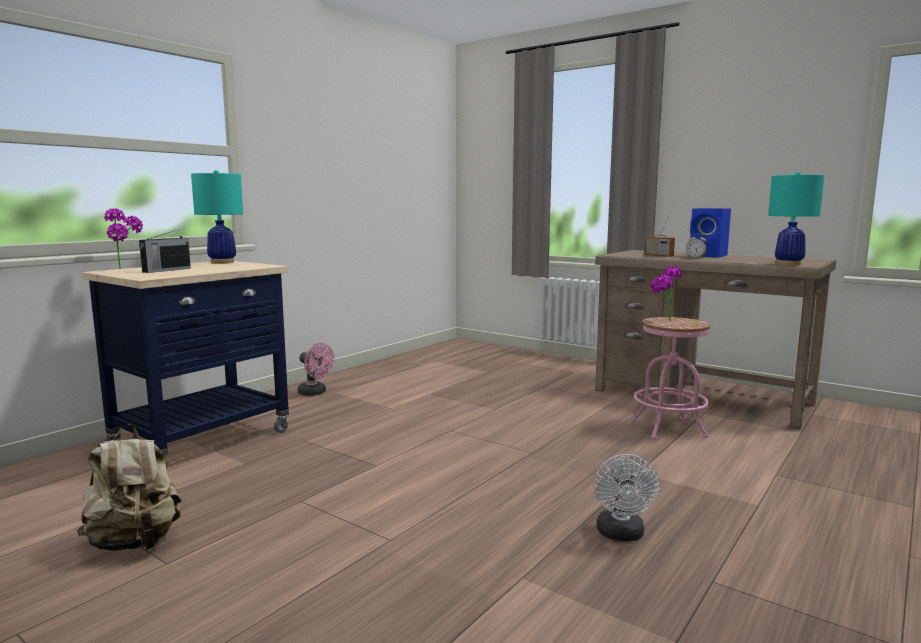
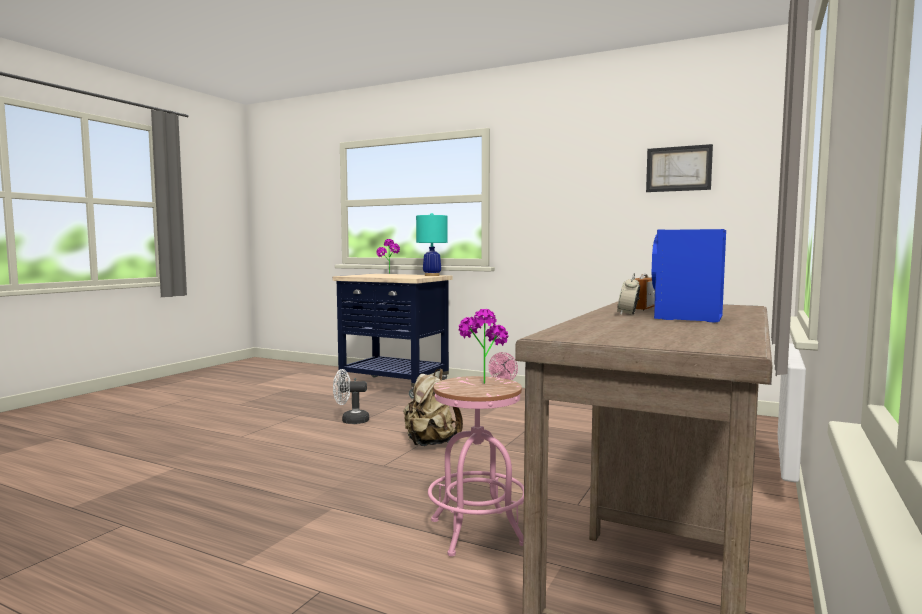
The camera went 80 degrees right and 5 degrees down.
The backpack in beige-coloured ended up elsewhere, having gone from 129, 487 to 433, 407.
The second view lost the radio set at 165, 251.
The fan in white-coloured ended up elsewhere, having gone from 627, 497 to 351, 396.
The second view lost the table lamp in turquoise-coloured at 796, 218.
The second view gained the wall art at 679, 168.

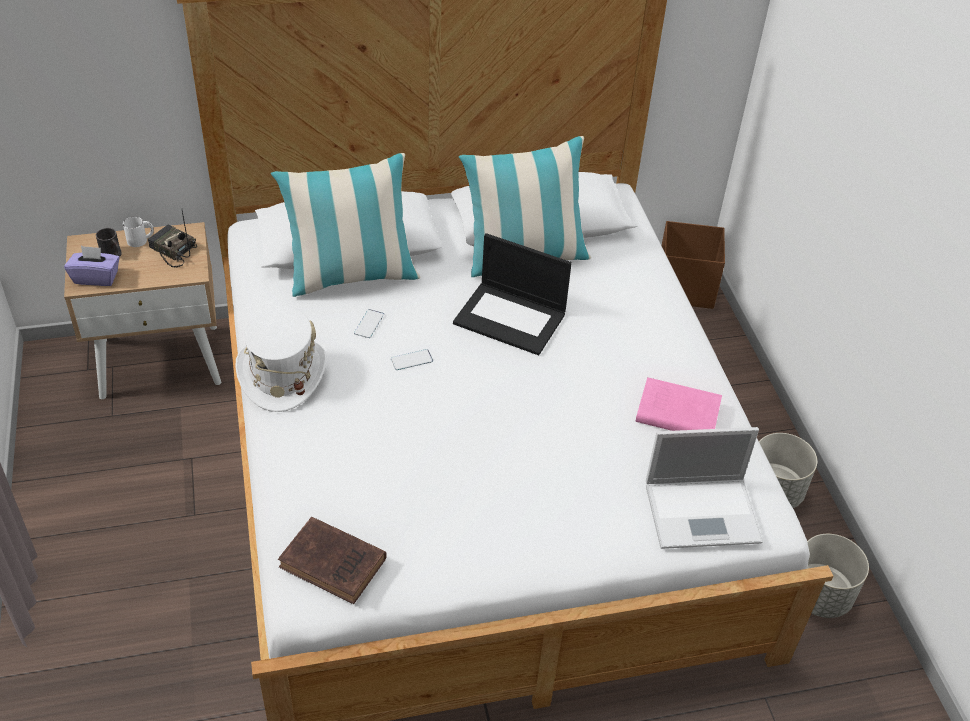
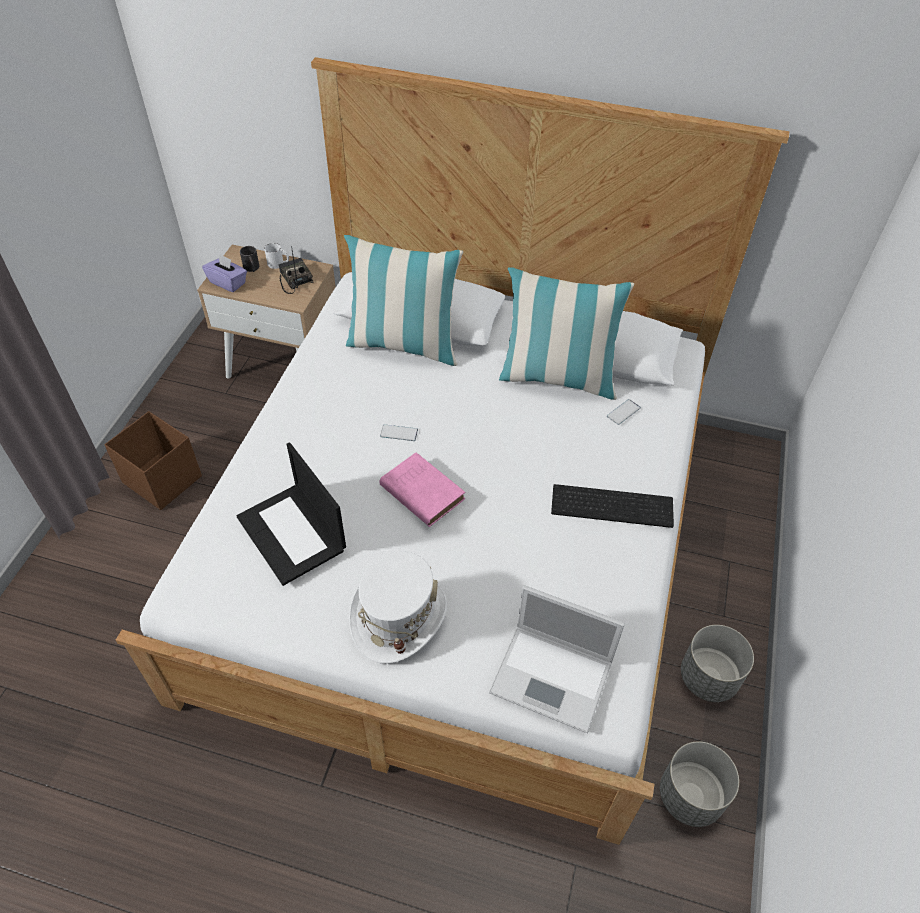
The camera went 30 degrees right and 5 degrees up.
The hat in white-coloured ended up elsewhere, having gone from 281, 359 to 398, 607.
The second view lost the volume in brown at 332, 560.
The phone ended up elsewhere, having gone from 369, 323 to 624, 412.
The laptop ended up elsewhere, having gone from 512, 294 to 291, 514.
The volume in pink ended up elsewhere, having gone from 678, 404 to 422, 489.
The storage box in brown ended up elsewhere, having gone from 693, 265 to 153, 460.
The second view gained the keyboard at 612, 506.

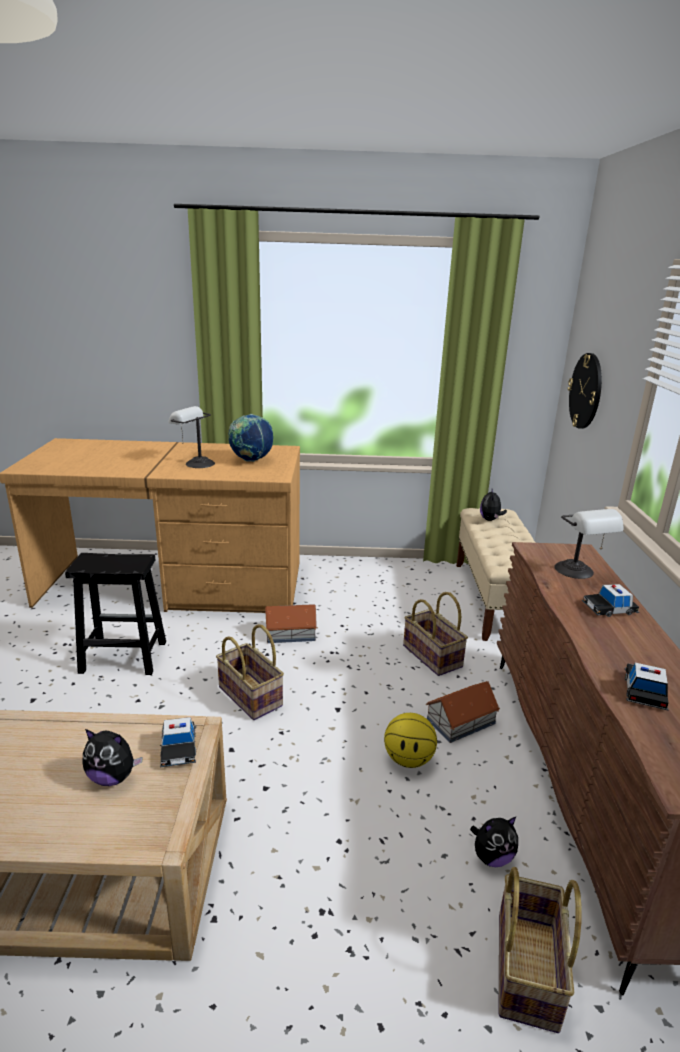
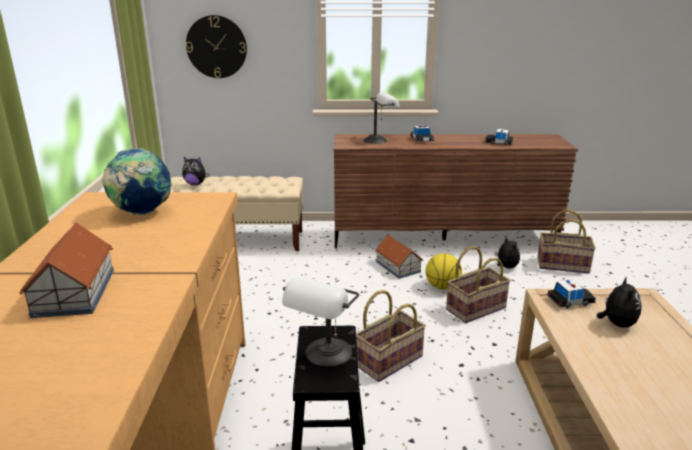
The camera went 90 degrees left and 0 degrees up.
The table lamp ended up elsewhere, having gone from 191, 437 to 320, 322.
The toy house ended up elsewhere, having gone from 291, 623 to 67, 270.
The basket ended up elsewhere, having gone from 435, 634 to 478, 284.

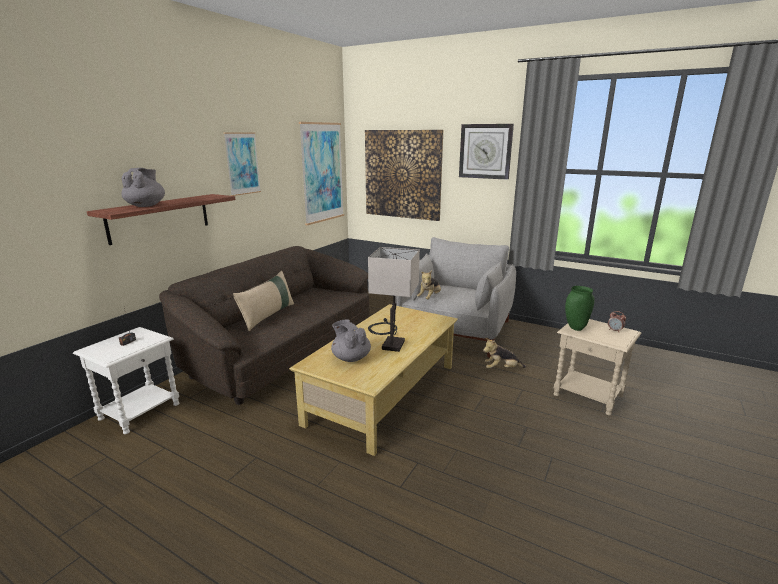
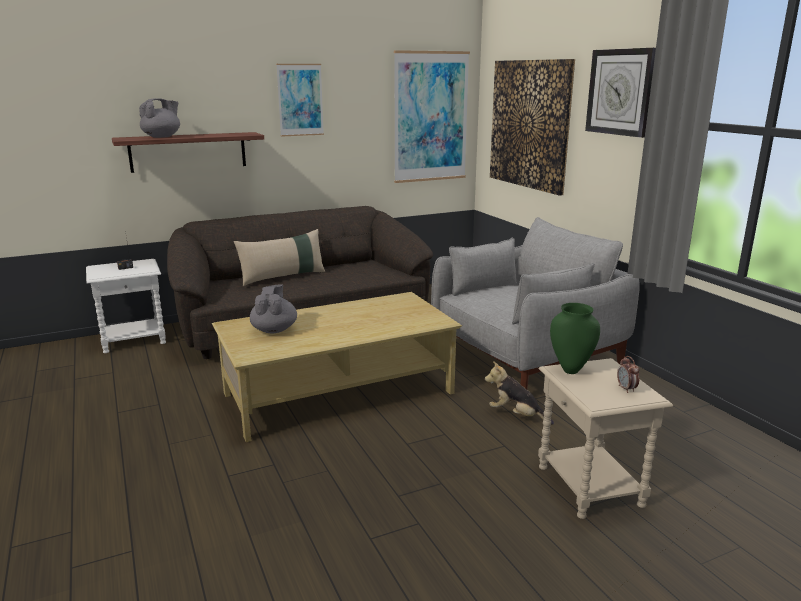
The camera went 35 degrees right and 0 degrees up.
The second view lost the table lamp at 394, 299.
The second view lost the plush toy at 429, 285.

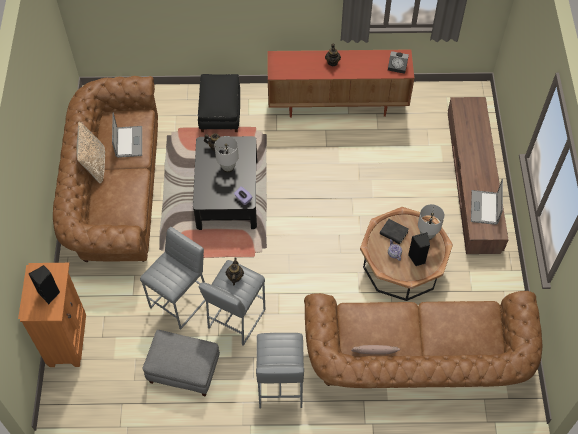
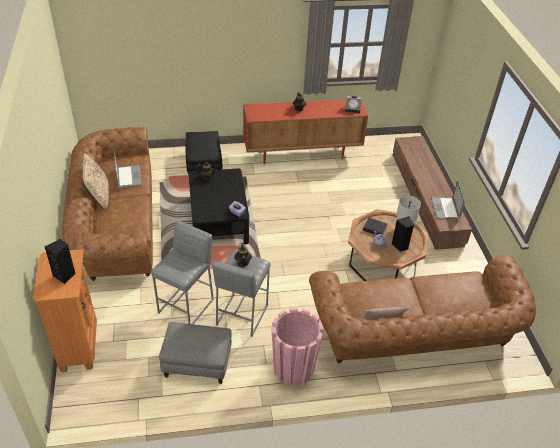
The camera went 10 degrees left and 15 degrees down.
The second view lost the table lamp in white-coloured at 226, 154.
Where the sitting stool in grey stood at 280, 371, the flower pot in pink came to stand at 297, 347.

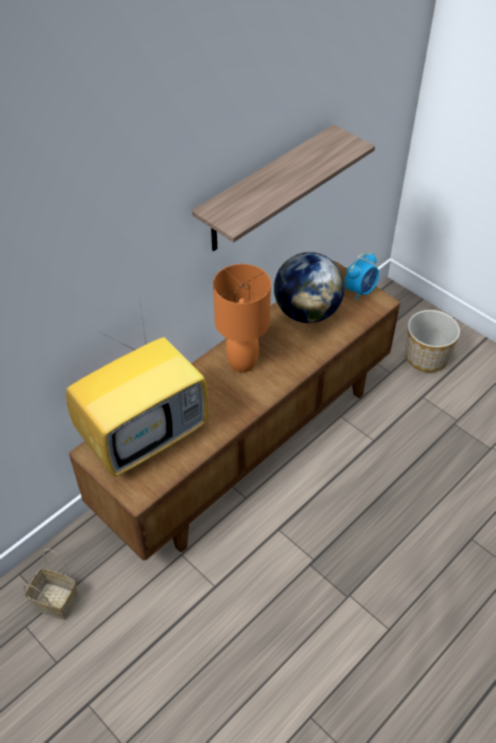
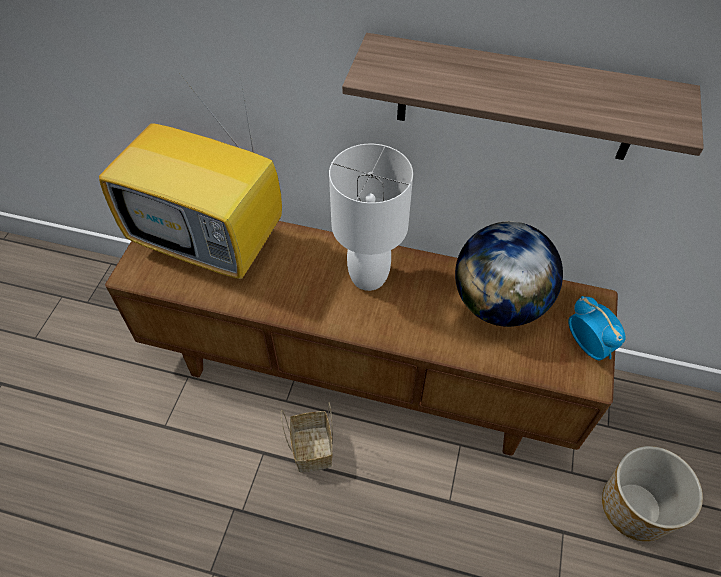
The camera went 60 degrees right and 5 degrees up.
The basket ended up elsewhere, having gone from 51, 584 to 307, 437.
What was the table lamp in orangey at 242, 318 turned into the table lamp in white-coloured at 371, 217.
The alarm clock at 362, 277 ended up facing another way, 135 degrees counterclockwise from before.

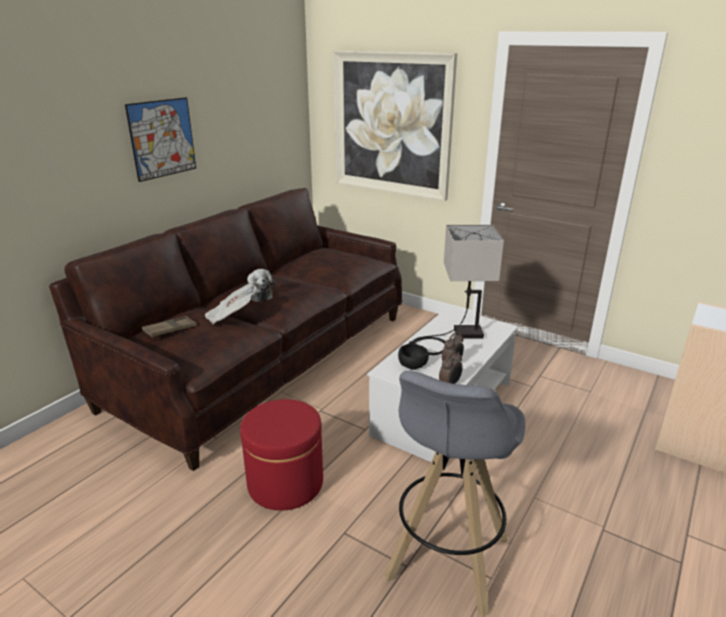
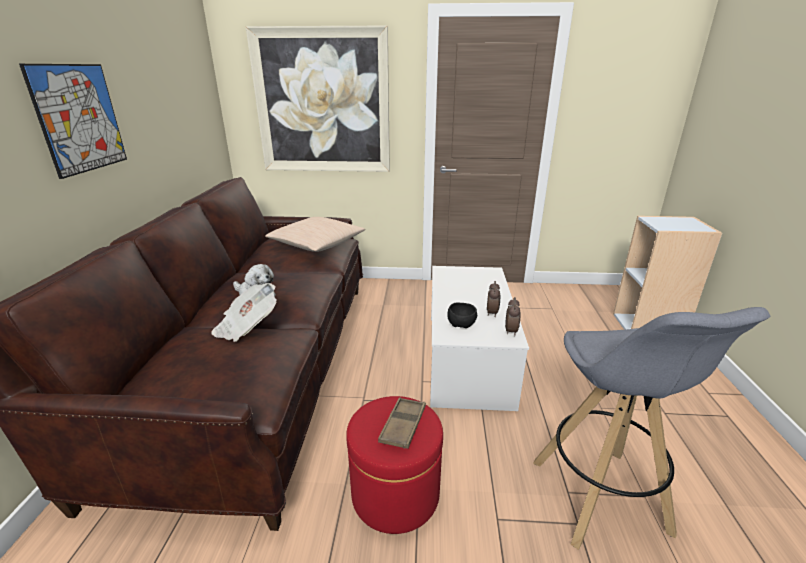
The camera went 30 degrees left and 0 degrees up.
The tray in brown ended up elsewhere, having gone from 169, 327 to 402, 423.
The second view lost the table lamp at 456, 290.
The second view gained the throw pillow in beige-coloured at 315, 234.

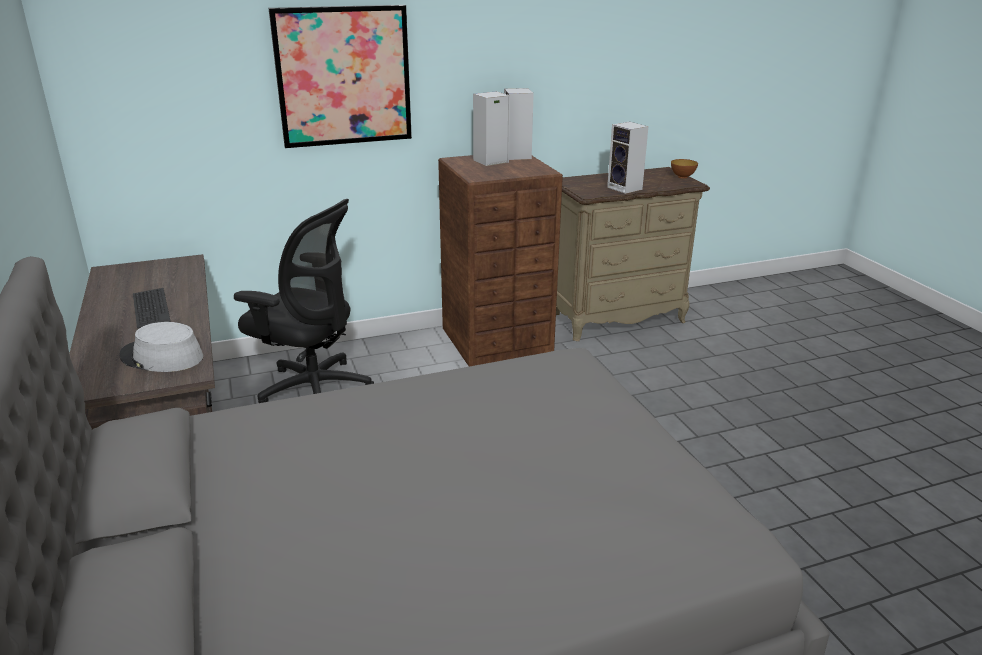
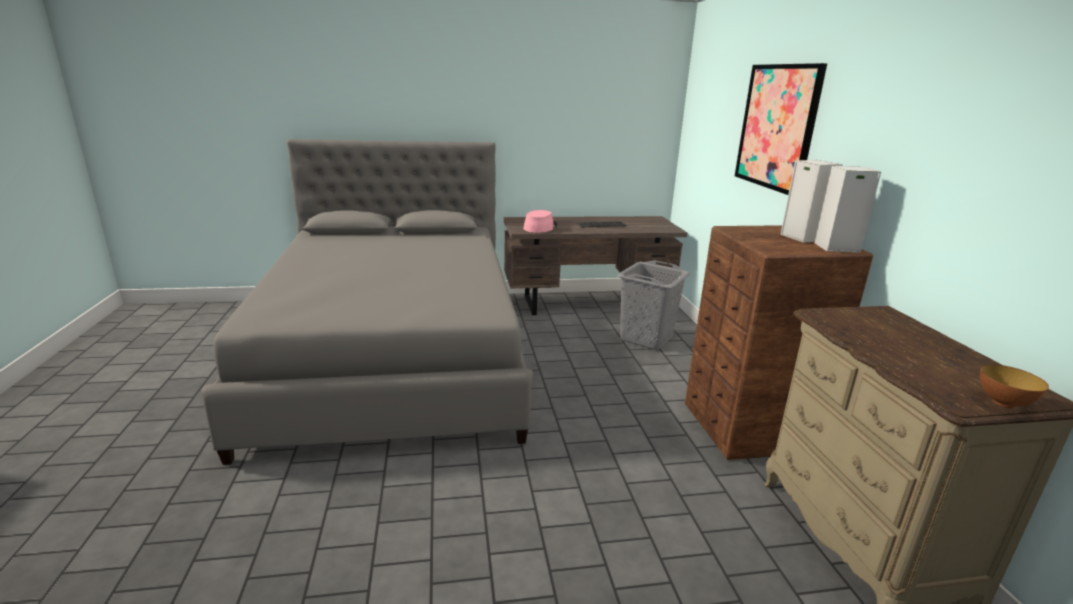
The camera went 100 degrees right and 5 degrees down.
What was the hat in grey at 161, 347 turned into the hat in pink at 540, 221.
Where the desk chair in blackish stood at 304, 301, the washing basket in grey came to stand at 653, 305.
The second view lost the speaker at 628, 158.

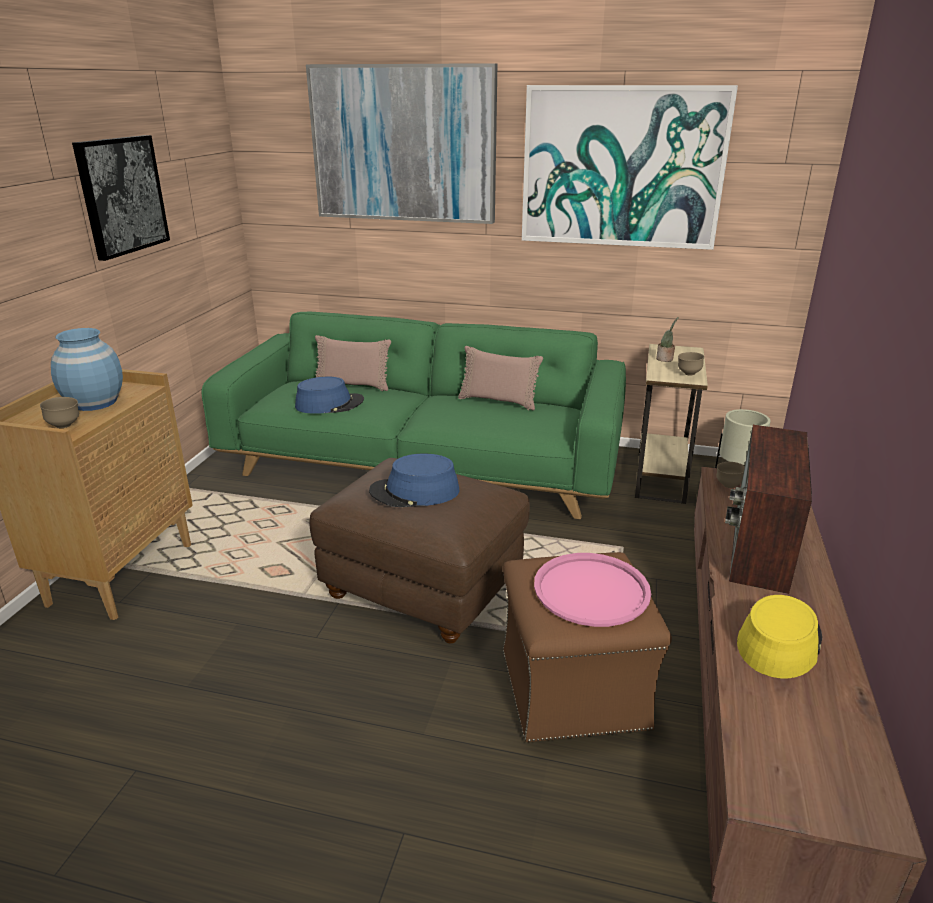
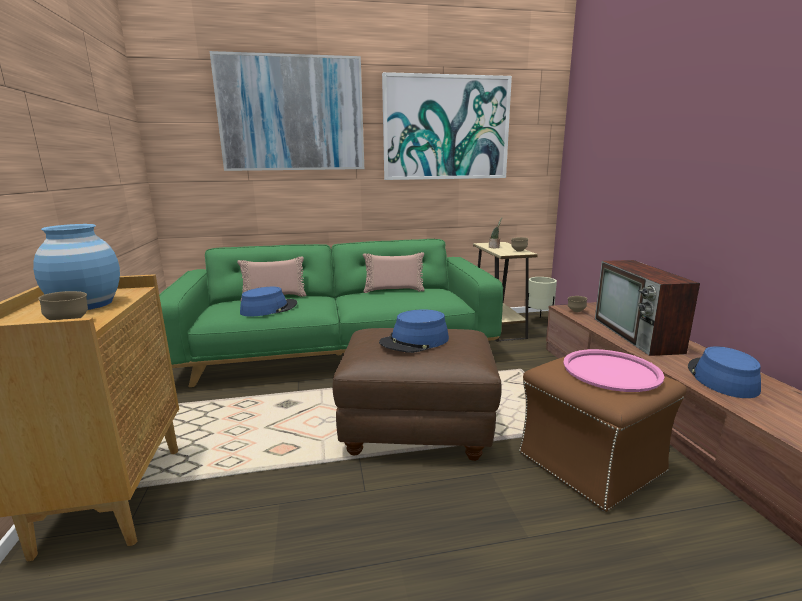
The camera went 25 degrees left and 10 degrees down.
The second view lost the wall art at 121, 198.
What was the hat in yellow at 779, 636 turned into the hat in blue at 724, 372.

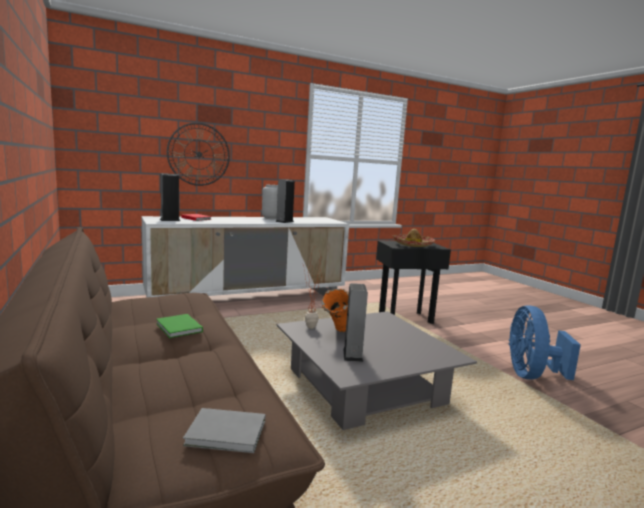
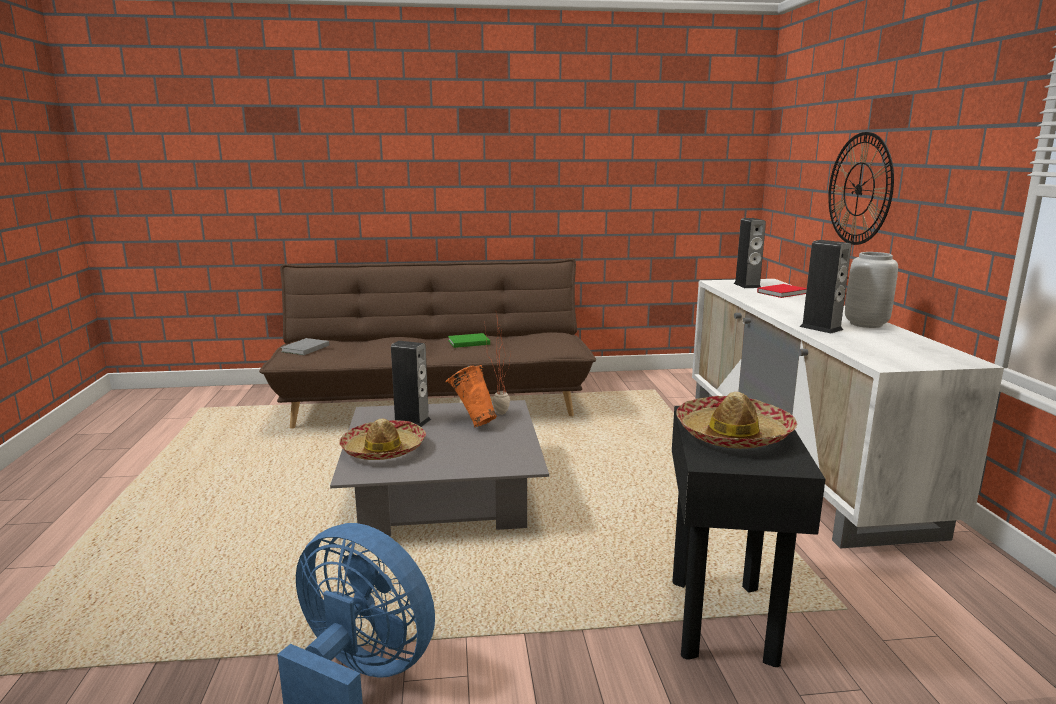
The camera went 110 degrees right and 5 degrees up.
The second view gained the hat at 382, 439.

